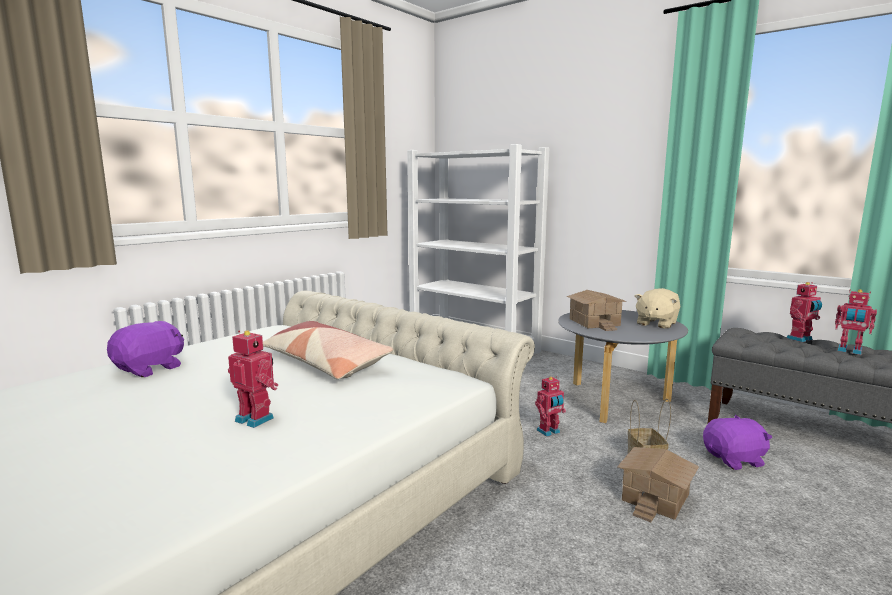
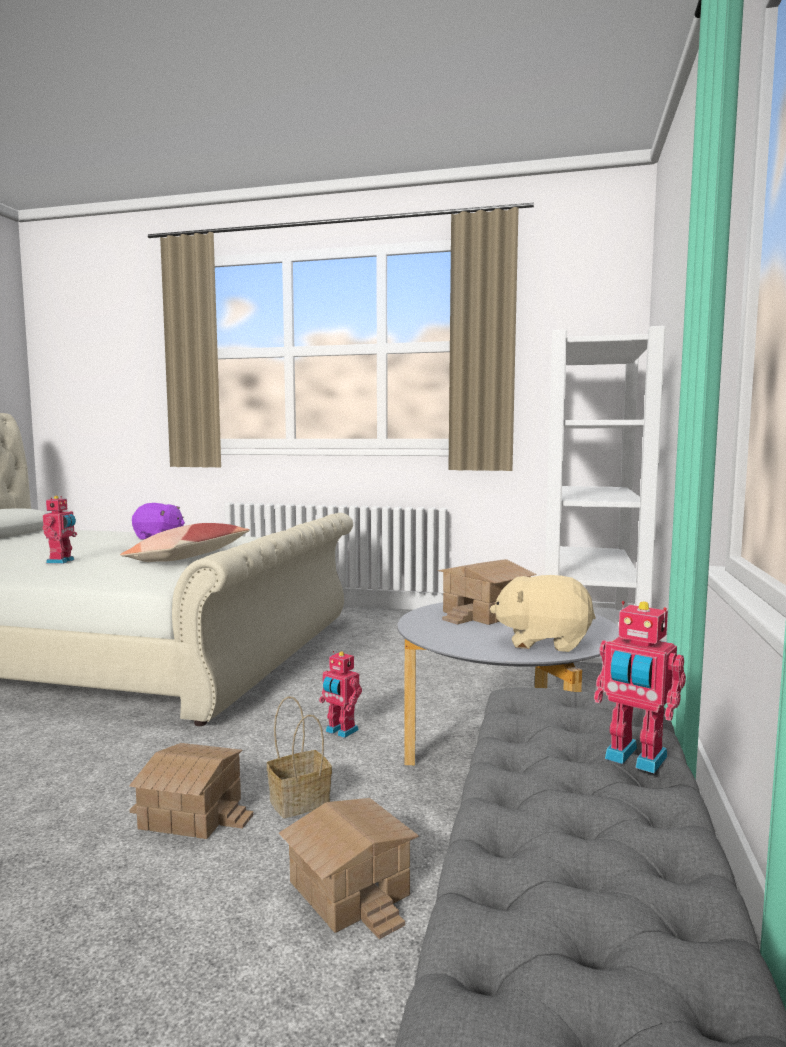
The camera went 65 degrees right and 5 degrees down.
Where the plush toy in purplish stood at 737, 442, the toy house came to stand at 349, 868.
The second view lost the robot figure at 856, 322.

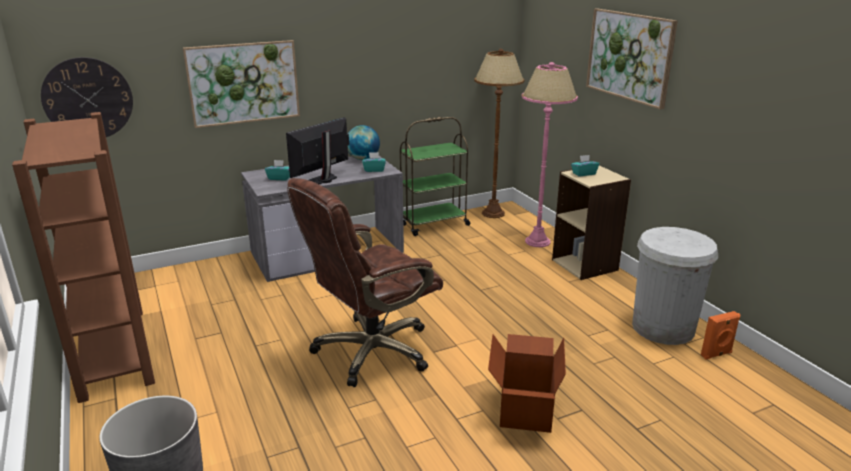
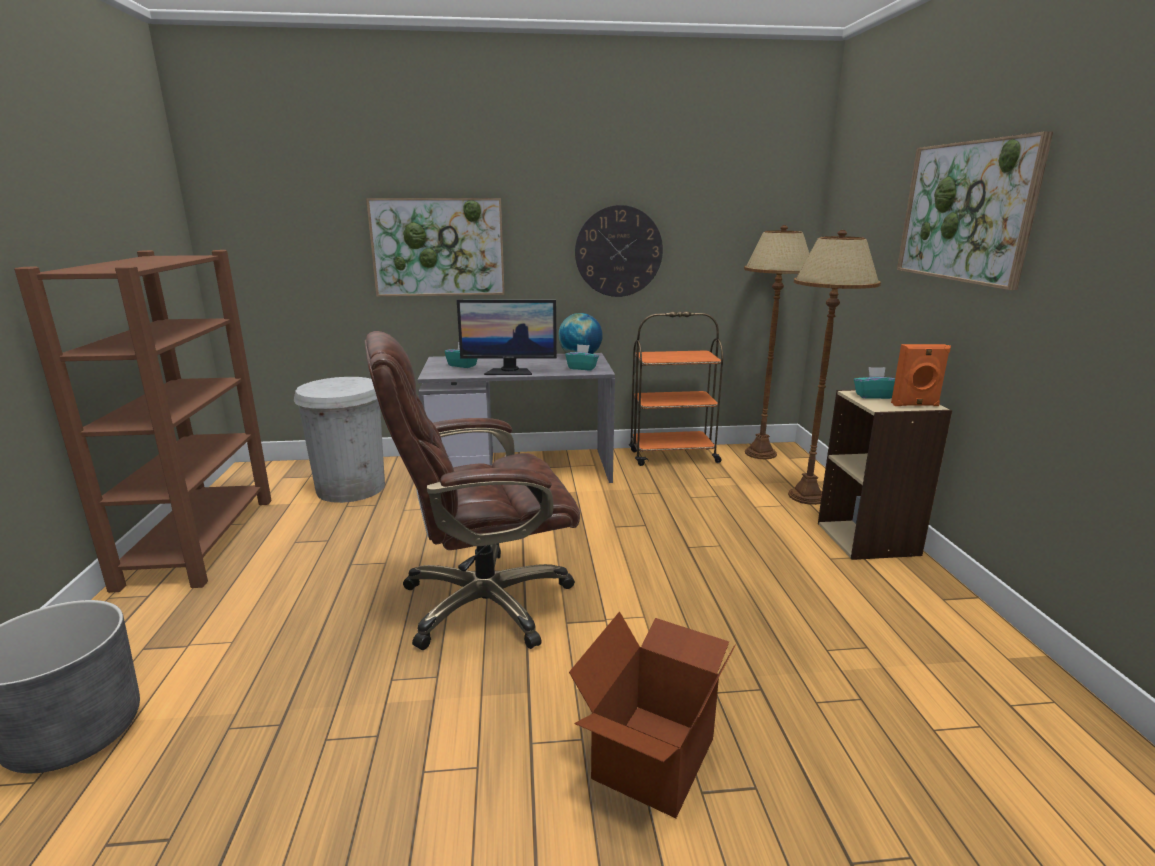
The camera went 20 degrees right and 5 degrees down.
The hanging clock ended up elsewhere, having gone from 87, 97 to 619, 251.
The monitor at 317, 150 ended up facing another way, 150 degrees counterclockwise from before.
What was the cart in greenish at 435, 176 turned into the cart in orangey at 676, 388.
What was the floor lamp in pink at 550, 154 turned into the floor lamp in brown at 834, 367.
The trash can in white-coloured ended up elsewhere, having gone from 675, 286 to 339, 440.
The speaker in orangey ended up elsewhere, having gone from 721, 335 to 921, 375.

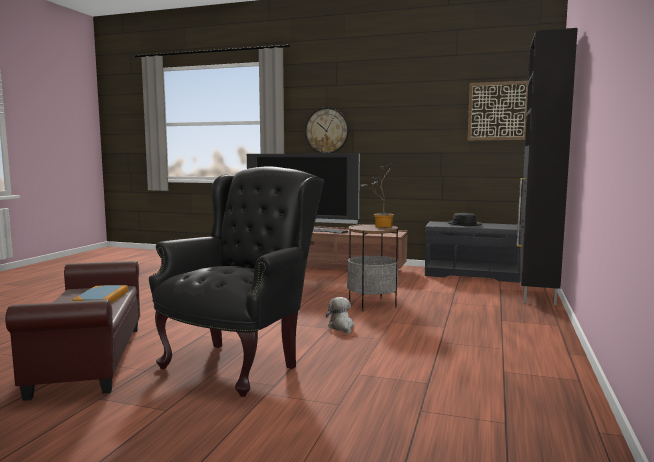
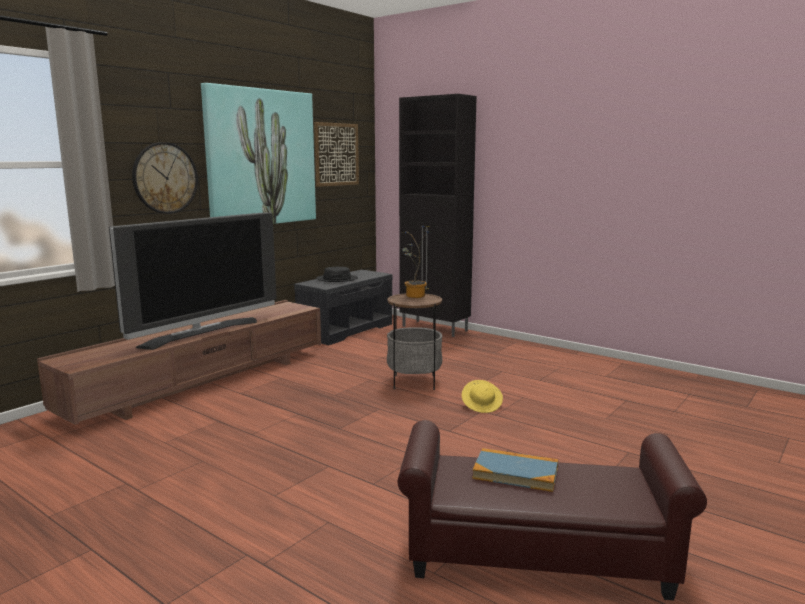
The camera went 70 degrees left and 5 degrees up.
The second view lost the easy chair in blackish at 236, 282.
Where the plush toy stood at 340, 315, the hat in yellow came to stand at 482, 396.
The second view gained the wall art at 258, 153.

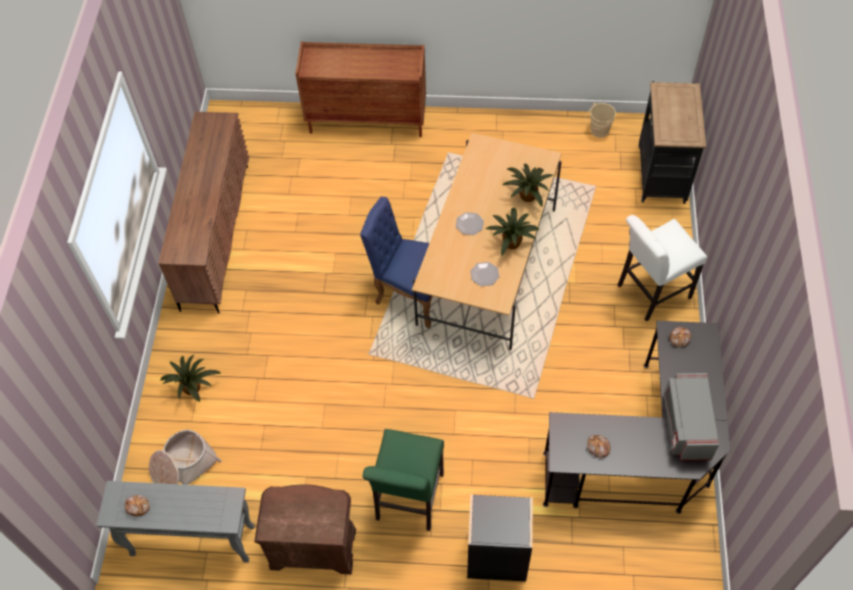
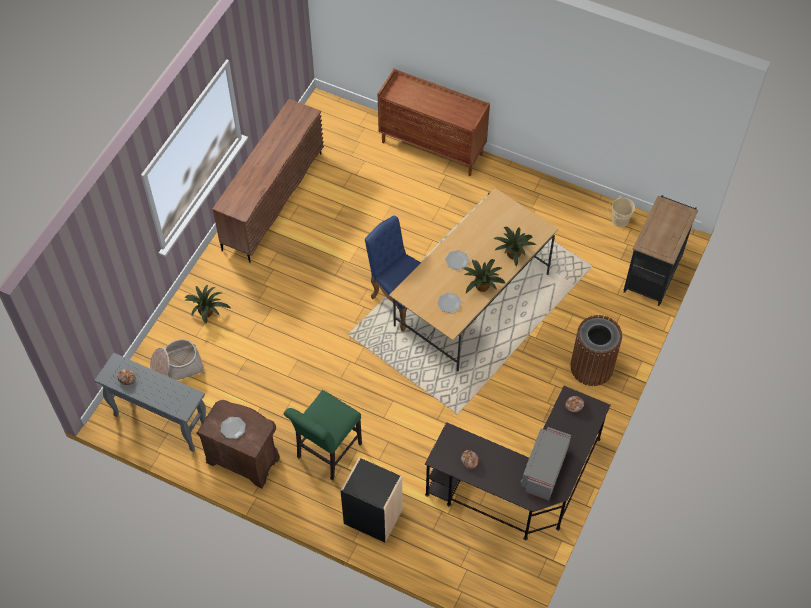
The camera went 20 degrees right and 0 degrees up.
Where the sitting stool in white-coloured stood at 662, 268, the trash can in brown came to stand at 596, 350.
The second view gained the dinner plate at 233, 428.

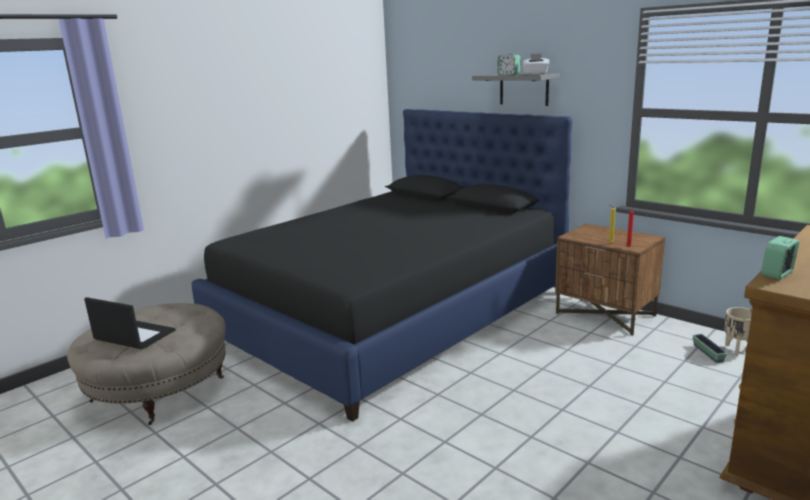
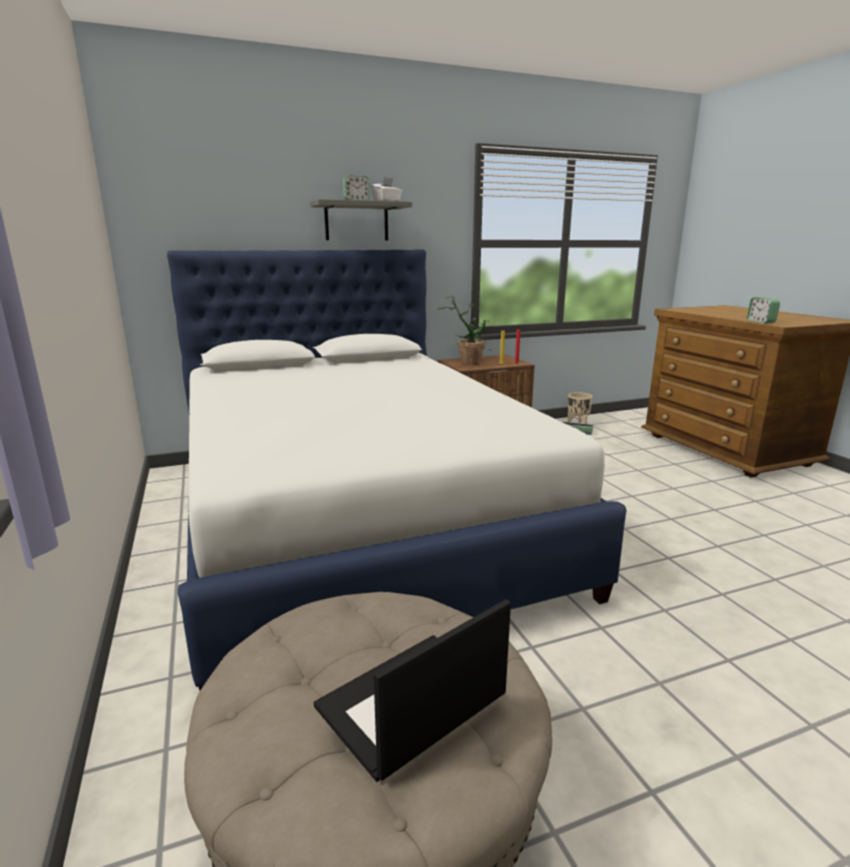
The camera went 65 degrees left and 0 degrees up.
What was the bedroom bed in blackish at 382, 265 turned into the bedroom bed in white-coloured at 397, 469.
The second view gained the houseplant at 465, 330.

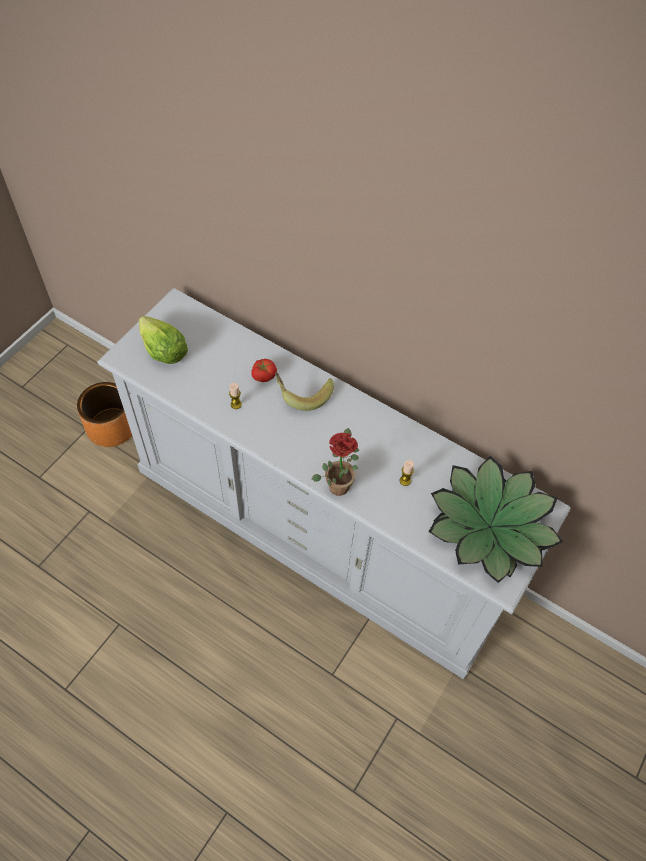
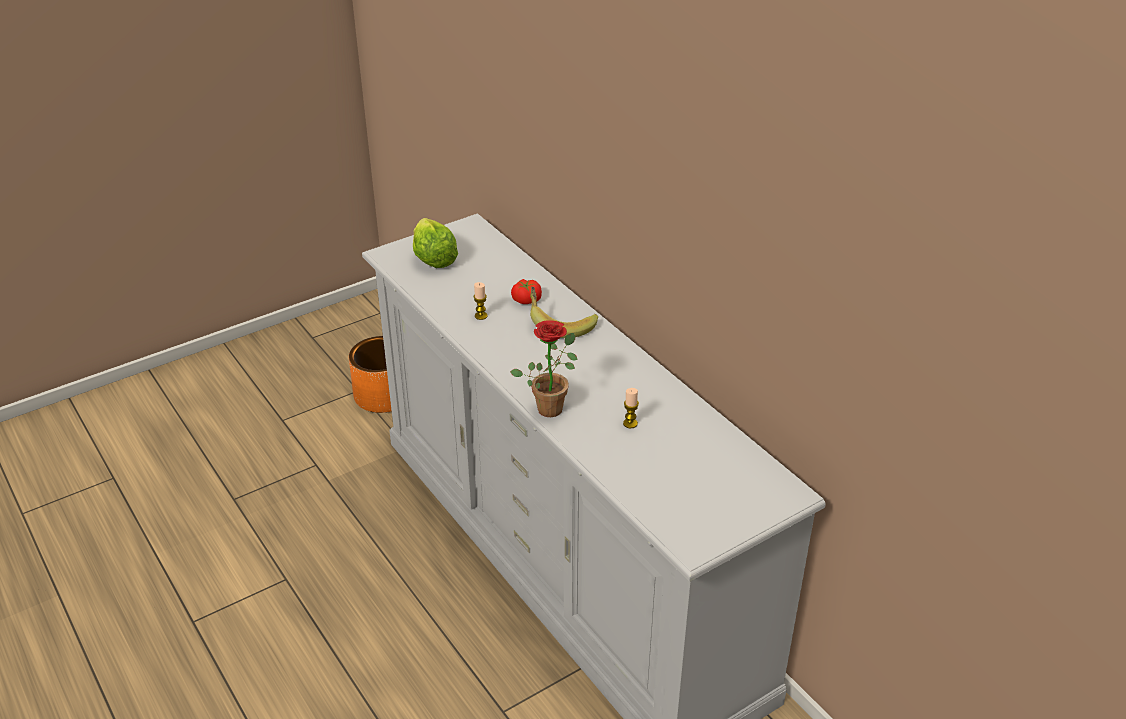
The camera went 25 degrees right and 20 degrees down.
The second view lost the houseplant at 496, 519.

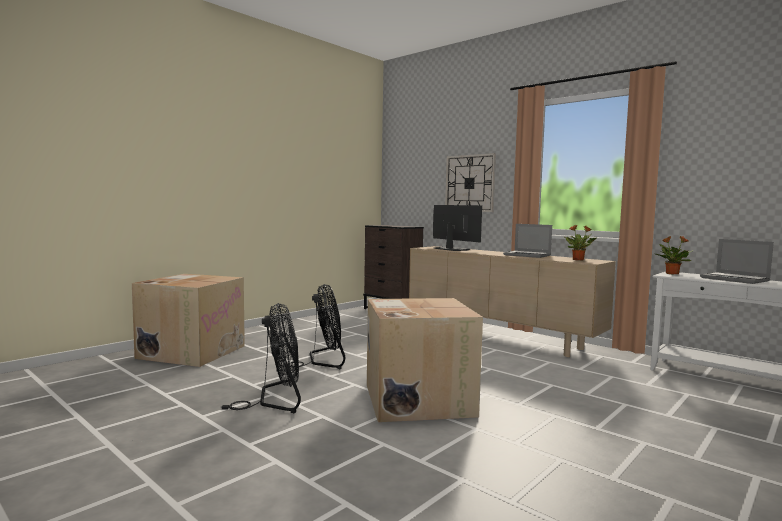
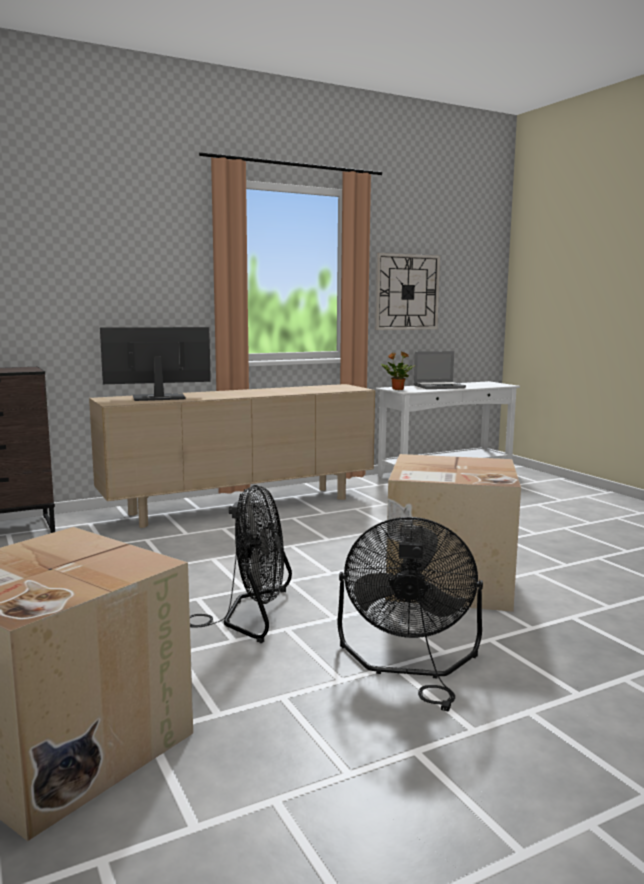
The camera went 70 degrees left and 5 degrees up.
The fan in blackish at 313, 326 ended up facing another way, 90 degrees clockwise from before.
The hanging clock ended up elsewhere, having gone from 470, 182 to 407, 291.
The second view lost the laptop at 527, 241.
The second view lost the houseplant at 580, 243.

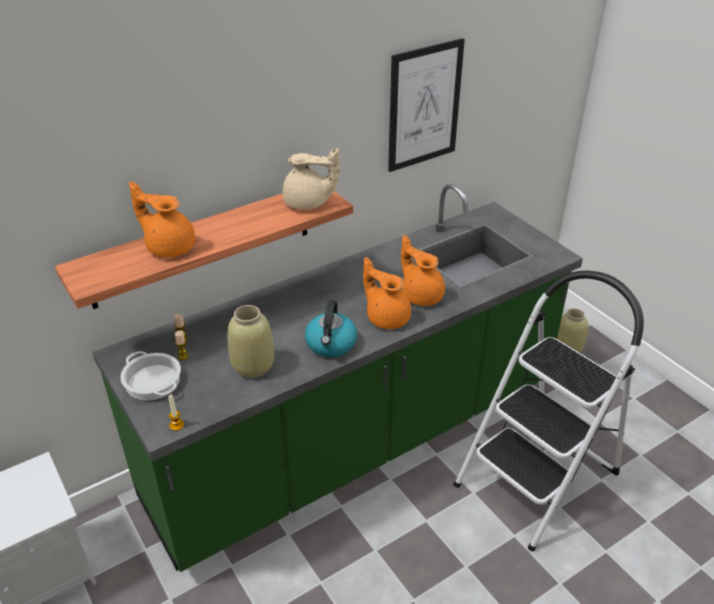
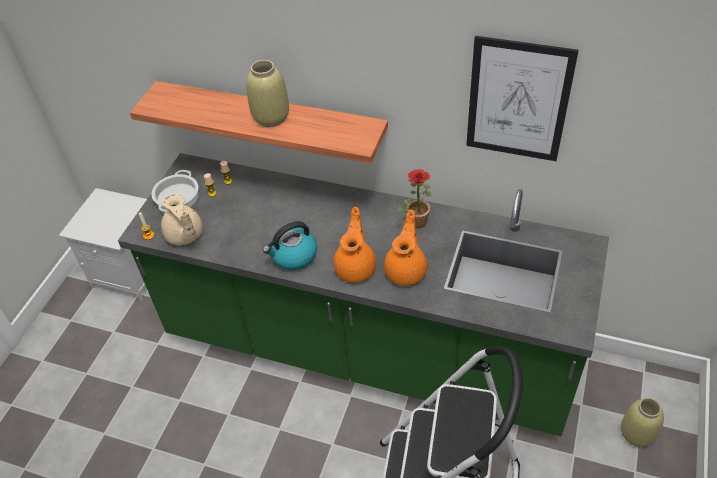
The camera went 55 degrees right and 10 degrees up.
The second view lost the teapot in orangey at 162, 219.
The decorative vase in beige-coloured ended up elsewhere, having gone from 251, 341 to 267, 93.
The teapot in beige-coloured ended up elsewhere, having gone from 310, 179 to 182, 219.
The second view gained the houseplant at 414, 198.

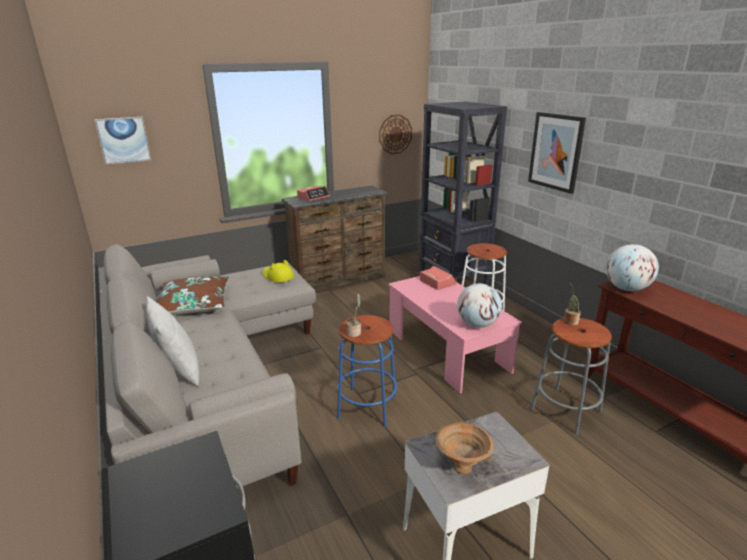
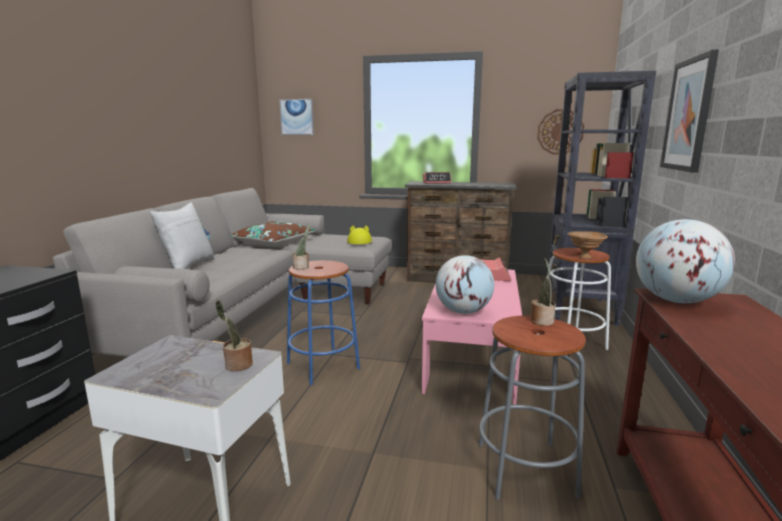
The camera went 40 degrees right and 10 degrees down.
The bowl in brown ended up elsewhere, having gone from 464, 448 to 587, 245.
The second view gained the houseplant at 234, 335.

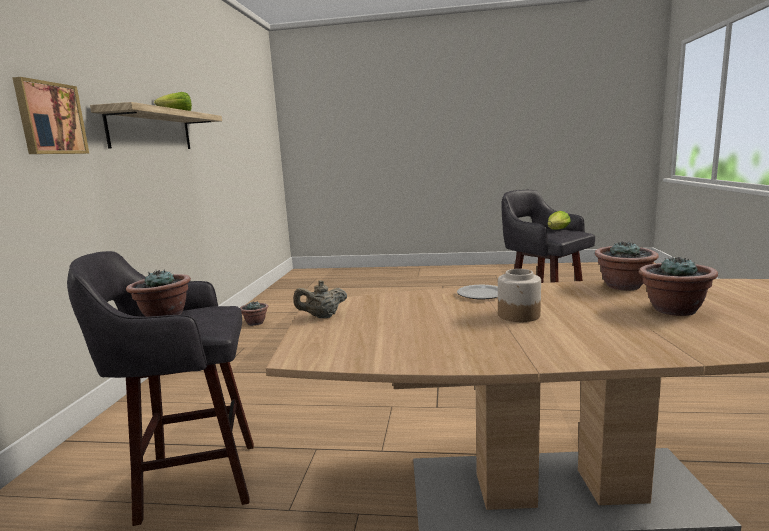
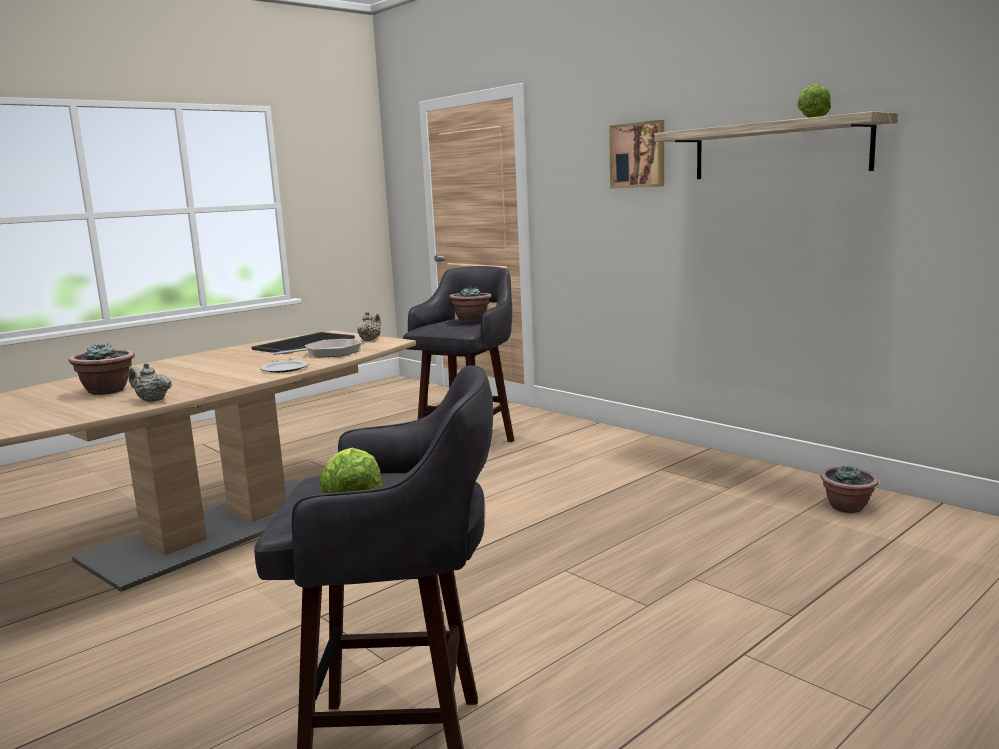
The camera went 130 degrees right and 0 degrees up.
The second view lost the preserve jar at 519, 295.
Where the houseplant stood at 627, 266, the teapot in beige-coloured came to stand at 150, 382.
The second view gained the tray at 303, 343.
The second view gained the skillet at 317, 348.

